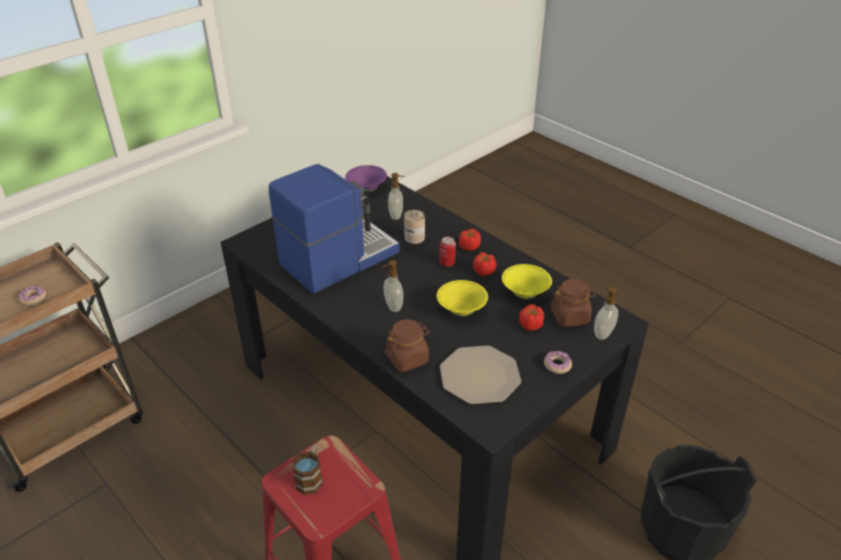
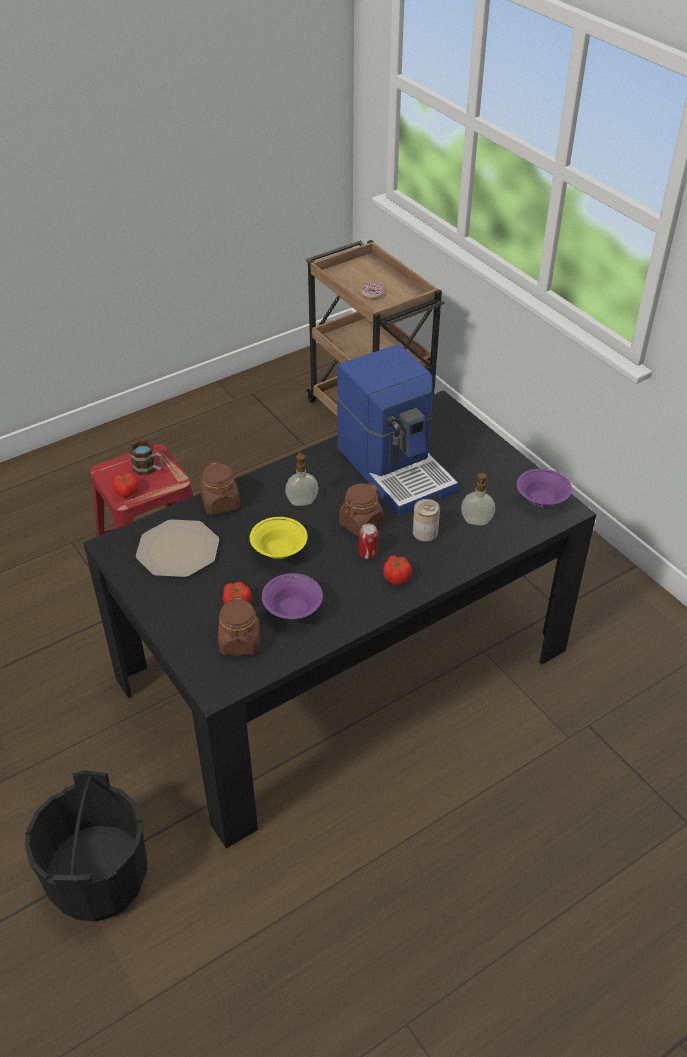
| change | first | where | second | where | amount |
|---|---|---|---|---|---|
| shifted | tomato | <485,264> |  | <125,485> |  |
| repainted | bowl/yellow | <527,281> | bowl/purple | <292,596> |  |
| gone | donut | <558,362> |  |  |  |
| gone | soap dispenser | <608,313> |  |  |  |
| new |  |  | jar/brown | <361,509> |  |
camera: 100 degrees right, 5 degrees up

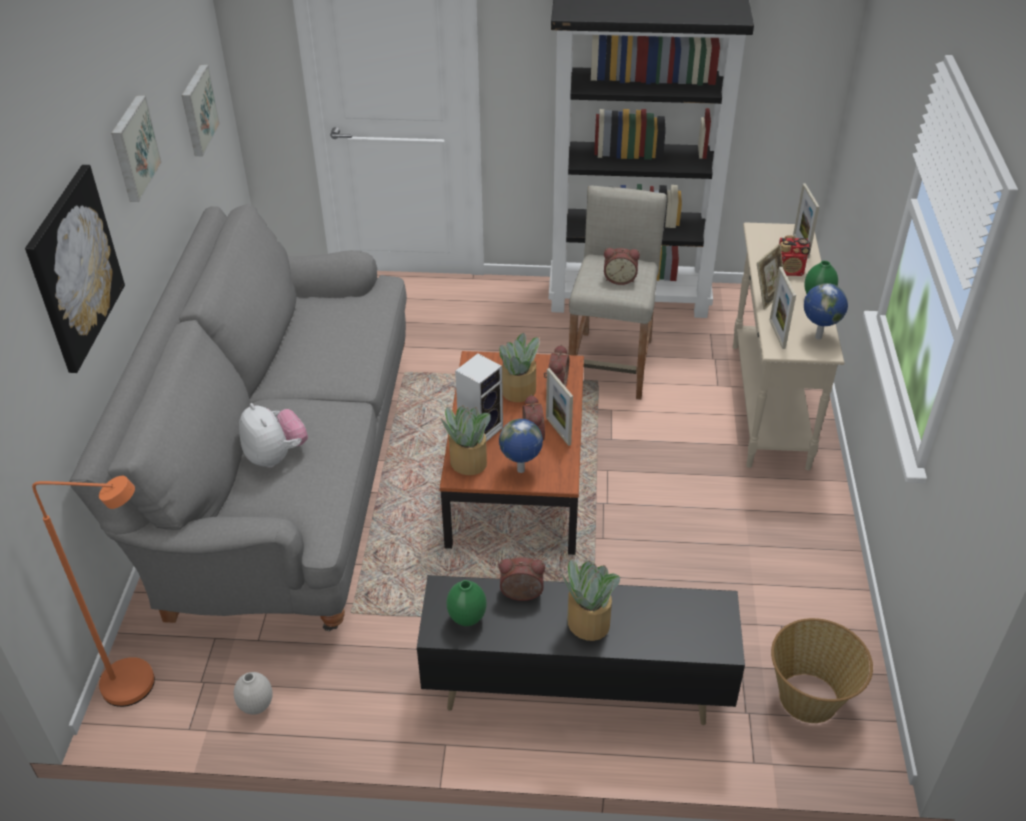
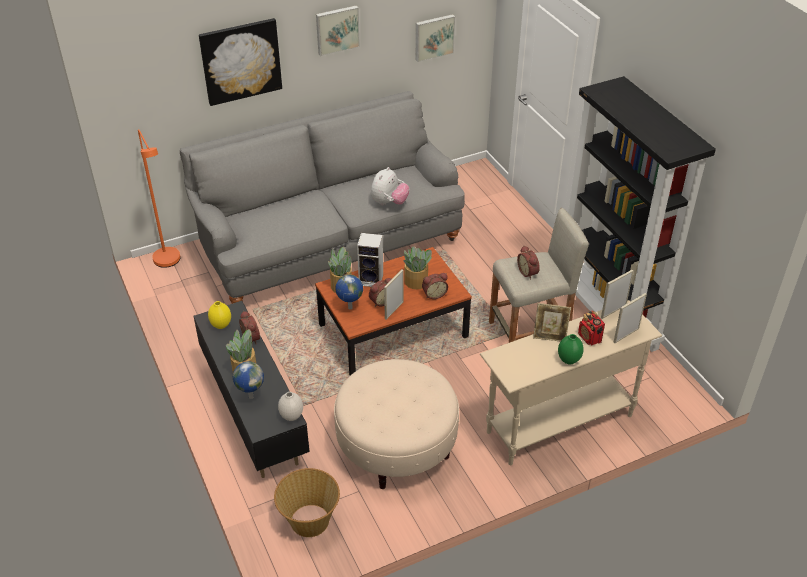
| change | first | where | second | where | amount |
|---|---|---|---|---|---|
| shifted | vase/white | <253,693> |  | <290,406> |  |
| shifted | plush toy | <273,435> |  | <390,186> |  |
| repainted | vase/green | <466,603> | vase/yellow | <219,315> |  |
| shifted | picture frame | <783,308> |  | <617,294> |  |
| shifted | globe | <826,311> |  | <248,380> |  |
| new |  |  | ottoman/beige | <396,424> |  |
camera: 60 degrees right, 0 degrees up

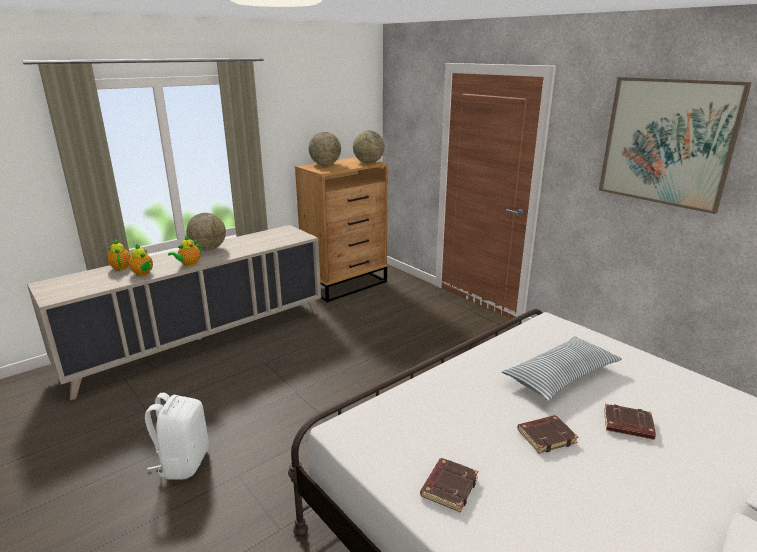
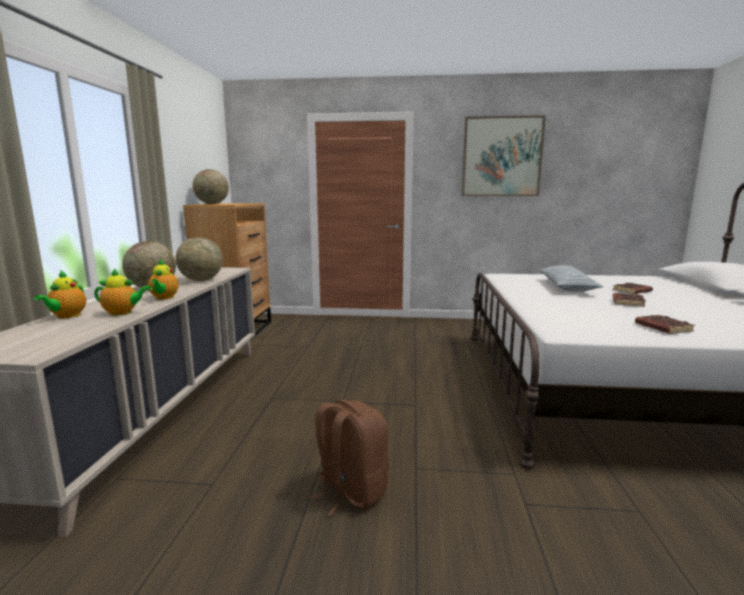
| change | first | where | second | where | amount |
|---|---|---|---|---|---|
| rotated | teapot | <119,255> |  | <60,294> | 105 degrees counterclockwise |
| repainted | backpack/white | <177,436> | backpack/brown | <349,457> |  |
| shifted | globe | <369,146> |  | <199,259> |  |
camera: 45 degrees left, 10 degrees down

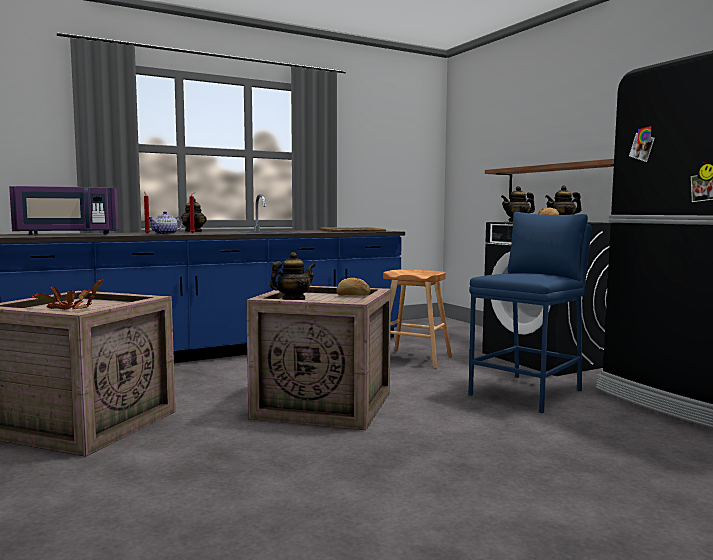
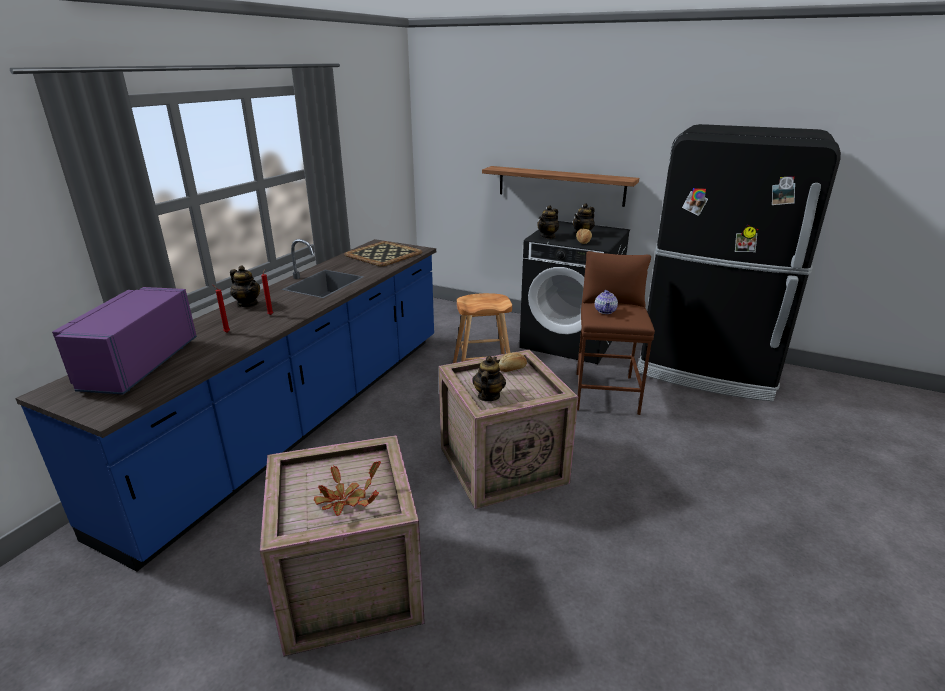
| change | first | where | second | where | amount |
|---|---|---|---|---|---|
| rotated | microwave/purple | <64,210> |  | <124,341> | 150 degrees clockwise |
| shifted | teapot | <165,223> |  | <606,302> |  |
| repainted | stool/blue | <529,312> | stool/brown | <615,333> |  |
camera: 35 degrees left, 20 degrees up

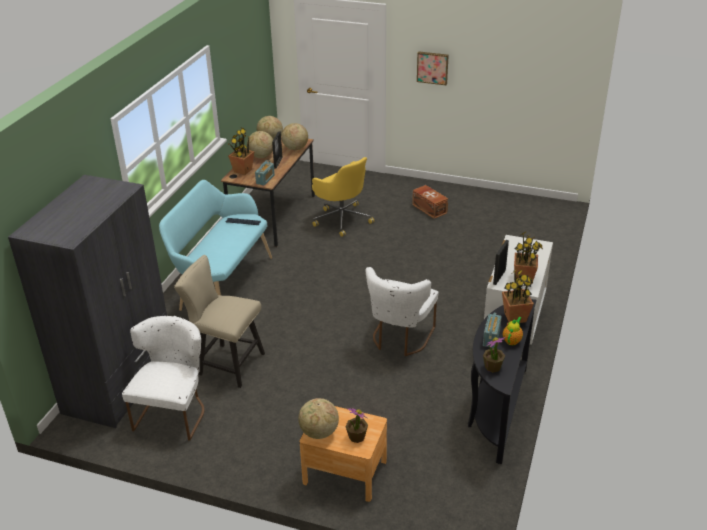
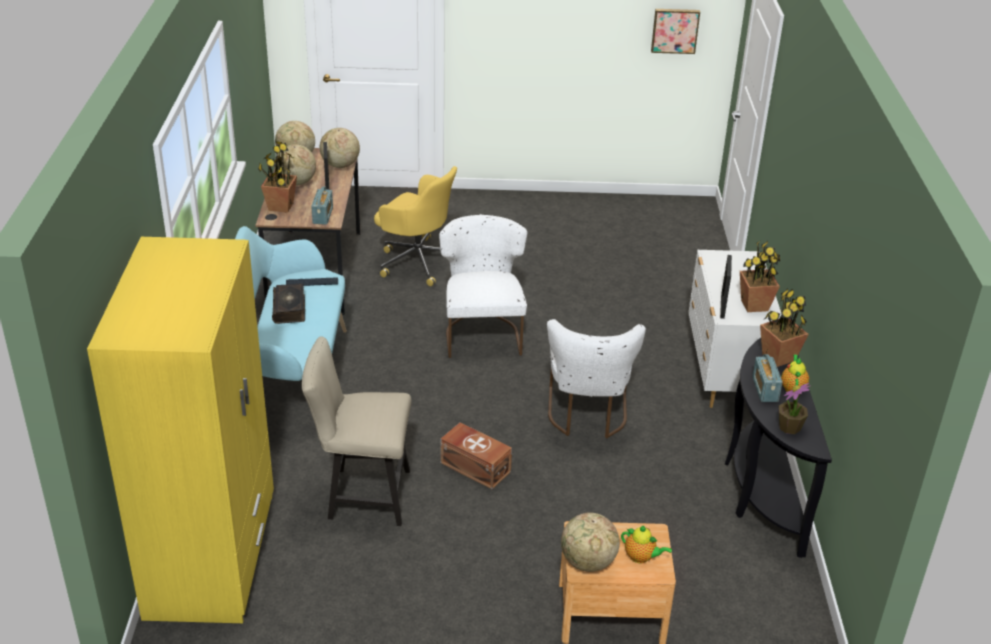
| change | first | where | second | where | amount |
|---|---|---|---|---|---|
| repainted | wardrobe/grey | <87,301> | wardrobe/yellow | <180,430> |  |
| shifted | chair/white | <163,378> |  | <483,286> |  |
| swapped | potted plant | <356,425> | teapot | <646,544> |  |
| shifted | storage box/brown | <430,202> |  | <476,455> |  |
| shifted | picture | <433,68> |  | <675,31> |  |
| new |  |  | book | <288,303> |  |
camera: 20 degrees left, 0 degrees up

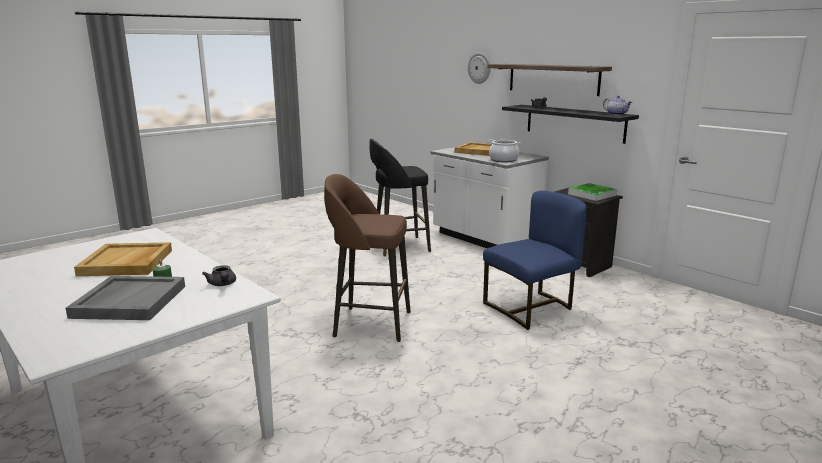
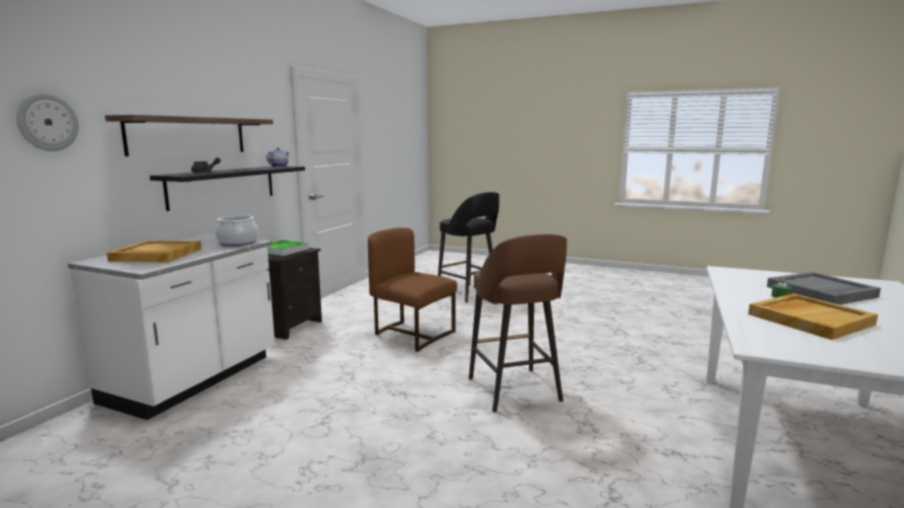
| change | first | where | second | where | amount |
|---|---|---|---|---|---|
| gone | teapot/grey | <219,275> |  |  |  |
| shifted | stool/black | <400,197> |  | <468,247> |  |
| repainted | chair/blue | <534,260> | chair/brown | <412,290> |  |
camera: 115 degrees left, 5 degrees down

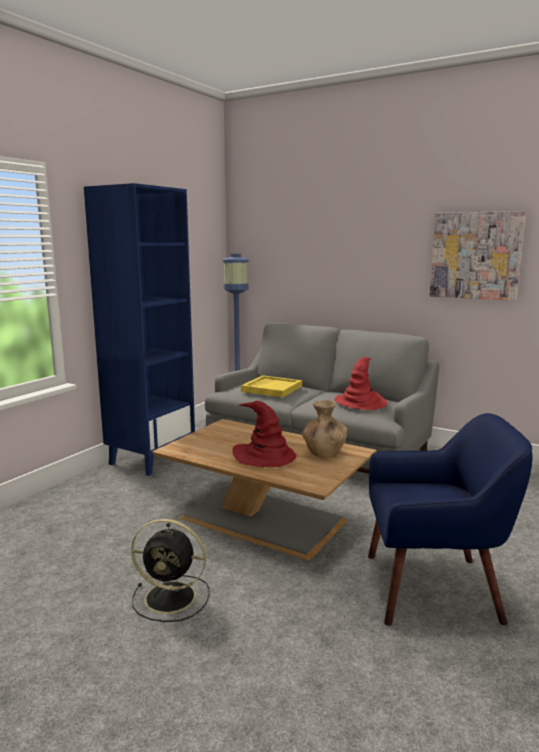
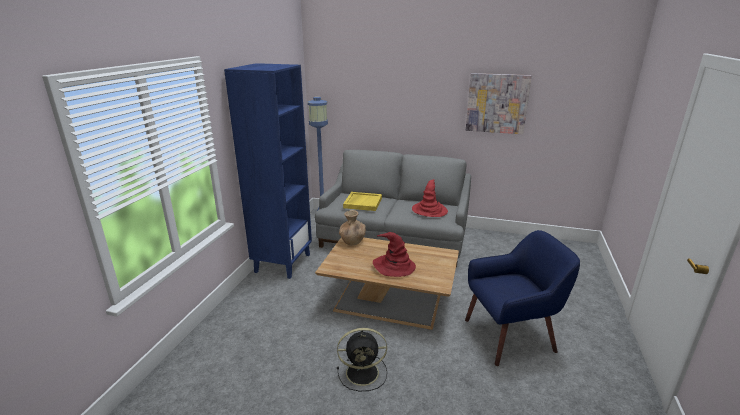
| change | first | where | second | where | amount |
|---|---|---|---|---|---|
| shifted | vase/brown | <324,428> |  | <352,228> |  |
camera: 15 degrees left, 10 degrees up

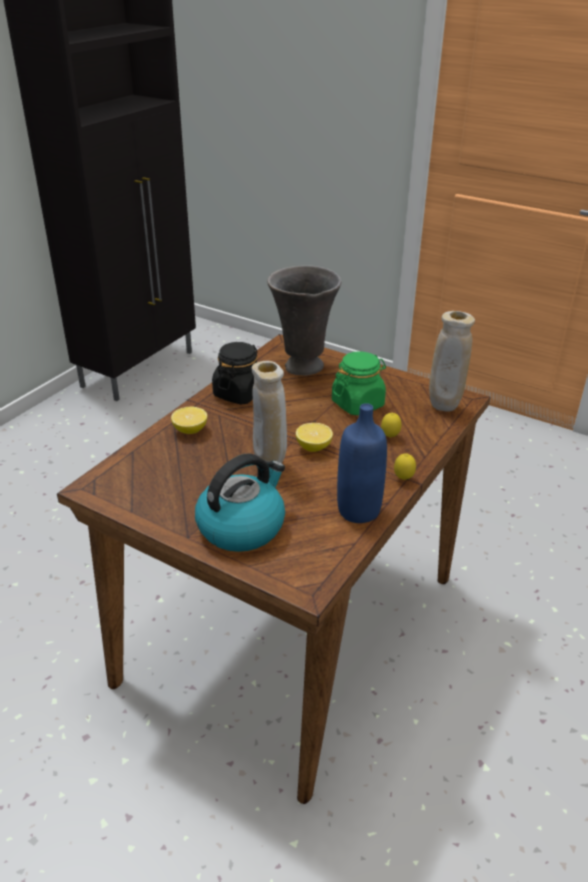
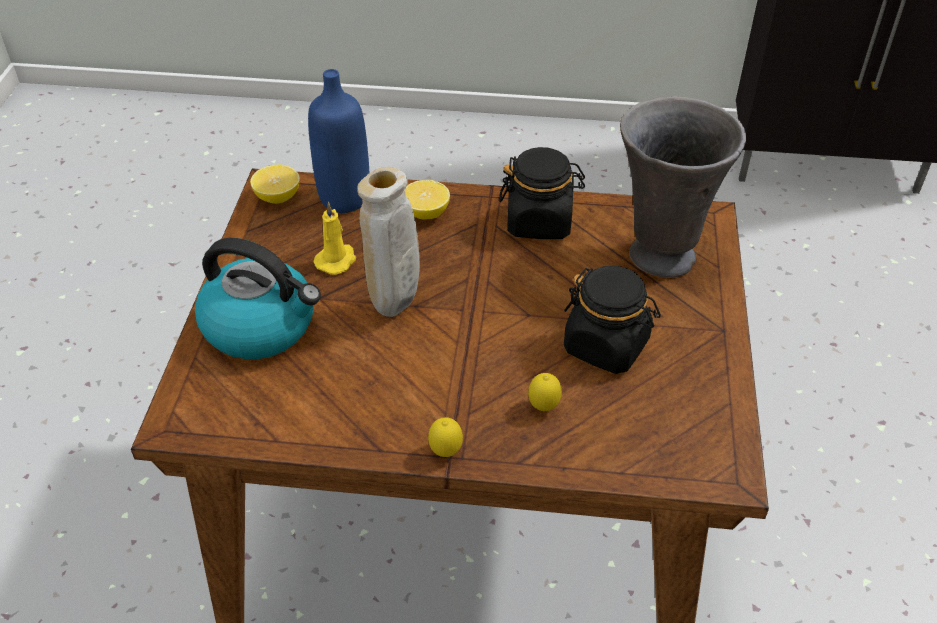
| change | first | where | second | where | amount |
|---|---|---|---|---|---|
| shifted | lemon | <314,437> |  | <275,184> |  |
| repainted | jar/green | <359,383> | jar/black | <612,320> |  |
| shifted | bottle/blue | <362,463> |  | <338,141> |  |
| gone | vase/beige | <452,361> |  |  |  |
| new |  |  | candle/yellow | <335,238> |  |
camera: 65 degrees right, 10 degrees up

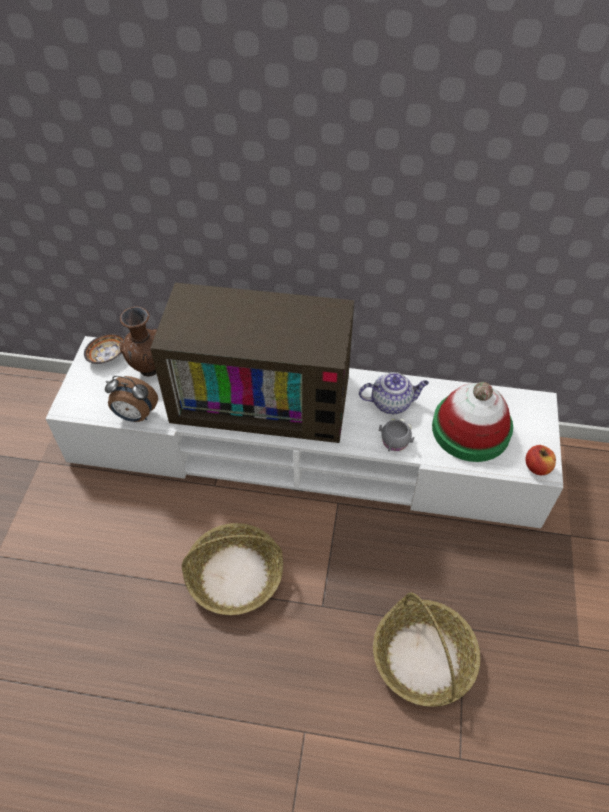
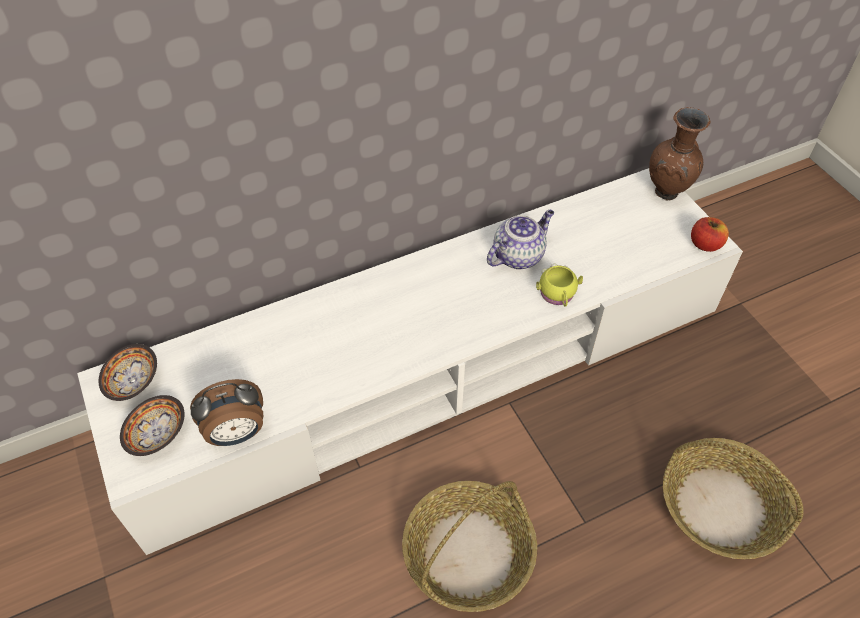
| change | first | where | second | where | amount |
|---|---|---|---|---|---|
| shifted | vase/brown | <138,342> |  | <679,154> |  |
| gone | television | <252,363> |  |  |  |
| repainted | mug/grey | <396,435> | mug/yellow | <559,285> |  |
| gone | hat | <472,422> |  |  |  |
| new |  |  | bowl | <152,425> |  |
camera: 35 degrees left, 0 degrees up

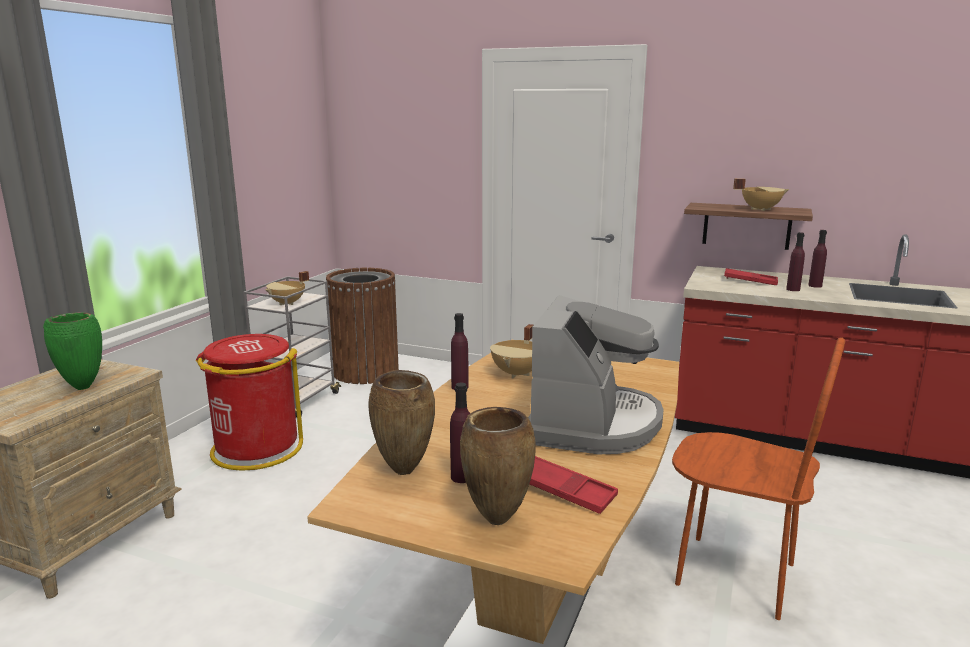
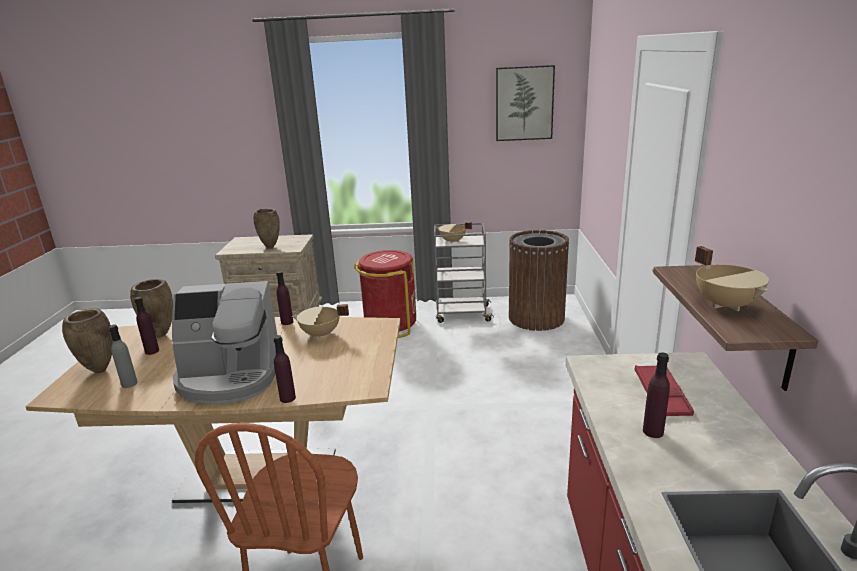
| change | first | where | second | where | amount |
|---|---|---|---|---|---|
| repainted | vase/green | <72,351> | vase/brown | <266,228> |  |
| swapped | tray/red | <573,485> | bottle/grey | <123,356> |  |
| shifted | bottle/purple | <817,259> |  | <284,369> |  |
| new |  |  | picture | <525,103> |  |
camera: 70 degrees right, 5 degrees up

